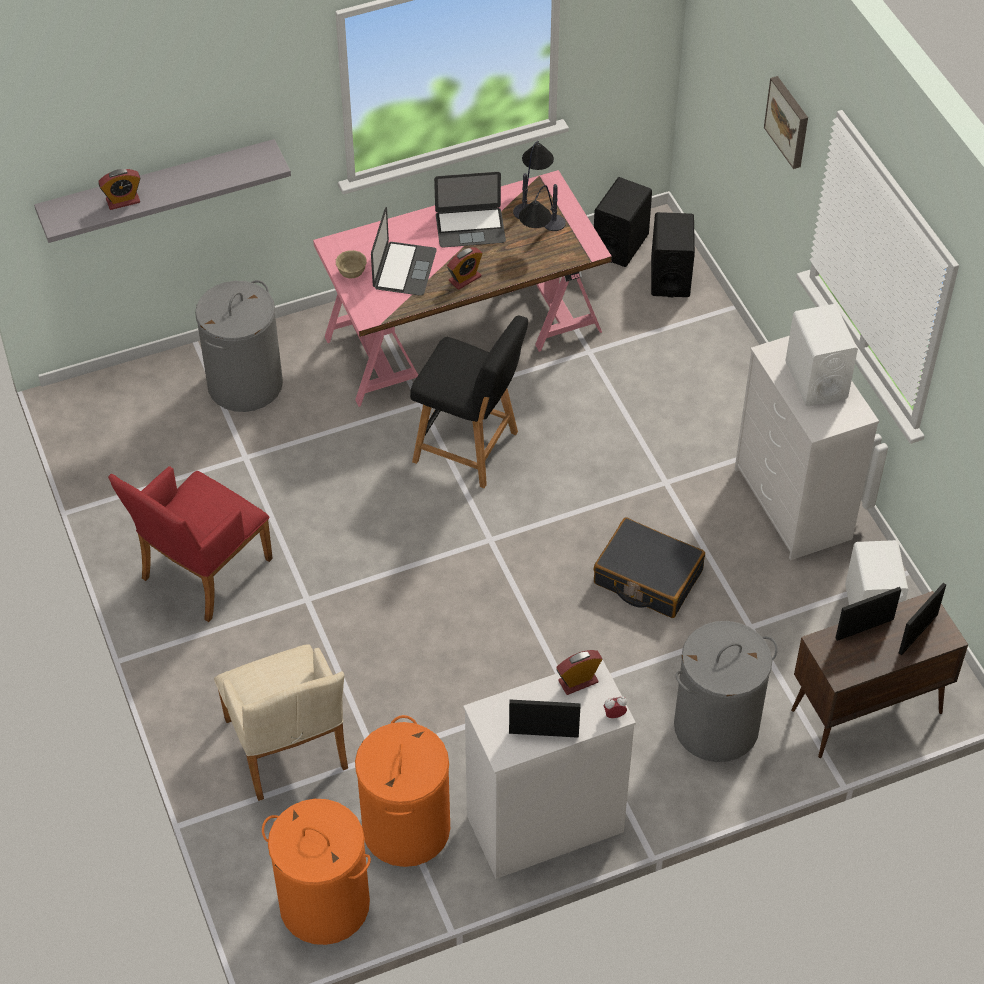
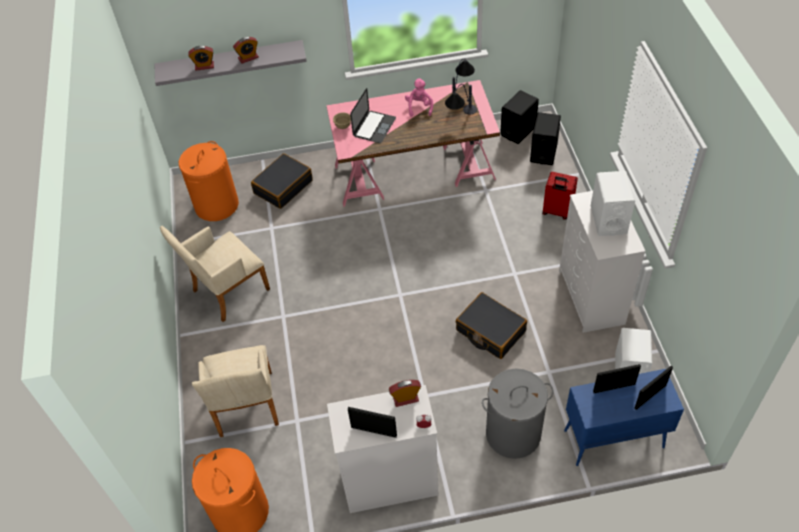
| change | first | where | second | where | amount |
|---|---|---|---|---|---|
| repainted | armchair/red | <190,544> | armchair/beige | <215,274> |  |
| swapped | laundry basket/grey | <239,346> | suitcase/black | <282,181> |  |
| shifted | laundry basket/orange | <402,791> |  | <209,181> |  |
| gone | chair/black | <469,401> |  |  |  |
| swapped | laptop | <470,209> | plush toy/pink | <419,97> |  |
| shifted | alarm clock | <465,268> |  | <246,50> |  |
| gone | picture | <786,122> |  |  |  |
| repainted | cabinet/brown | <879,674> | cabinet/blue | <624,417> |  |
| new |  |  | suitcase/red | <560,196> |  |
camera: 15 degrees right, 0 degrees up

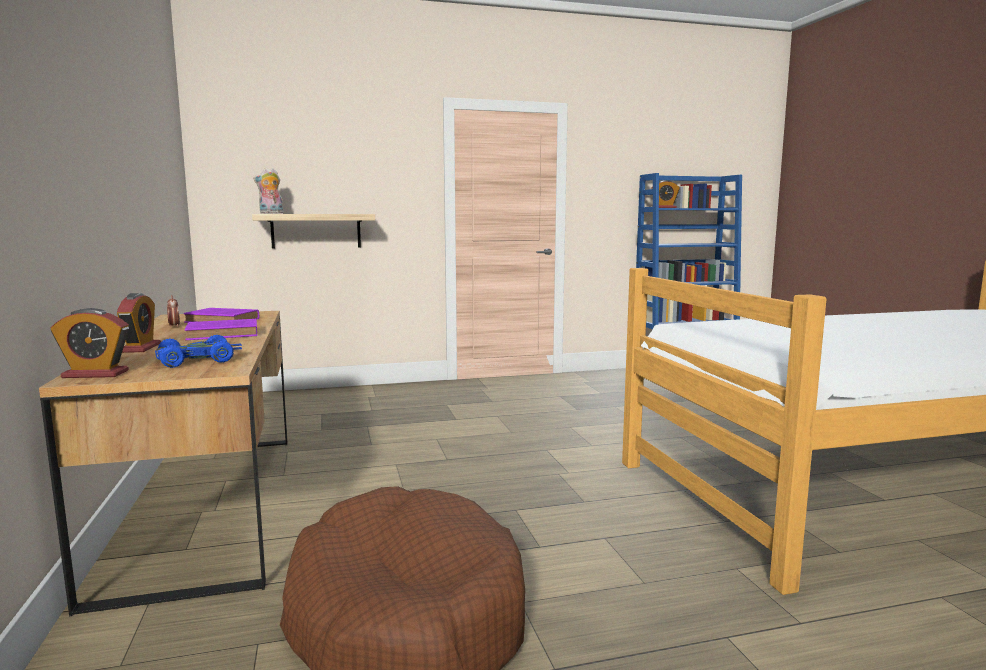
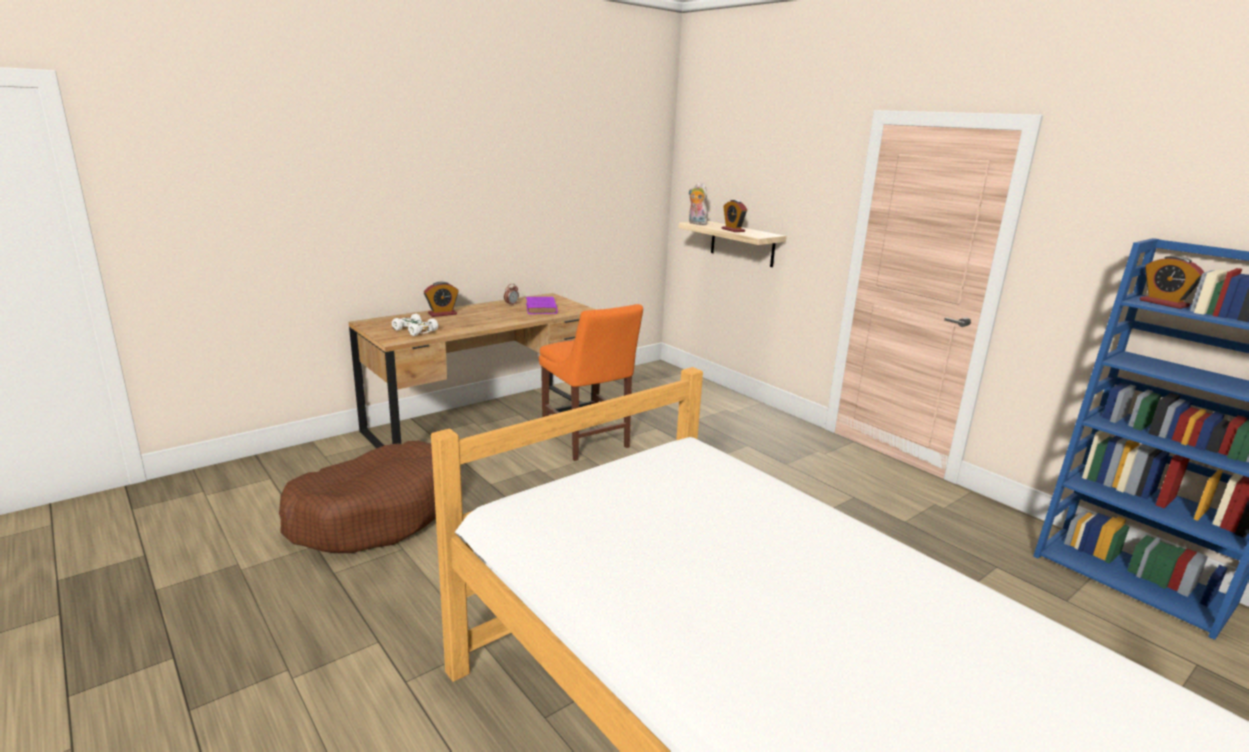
| change | first | where | second | where | amount |
|---|---|---|---|---|---|
| shifted | alarm clock | <90,343> |  | <734,216> |  |
| repainted | toy car/blue | <198,351> | toy car/white | <415,325> |  |
| gone | book/purple | <221,329> |  |  |  |
| new |  |  | chair/orange | <591,382> |  |
camera: 65 degrees right, 10 degrees up

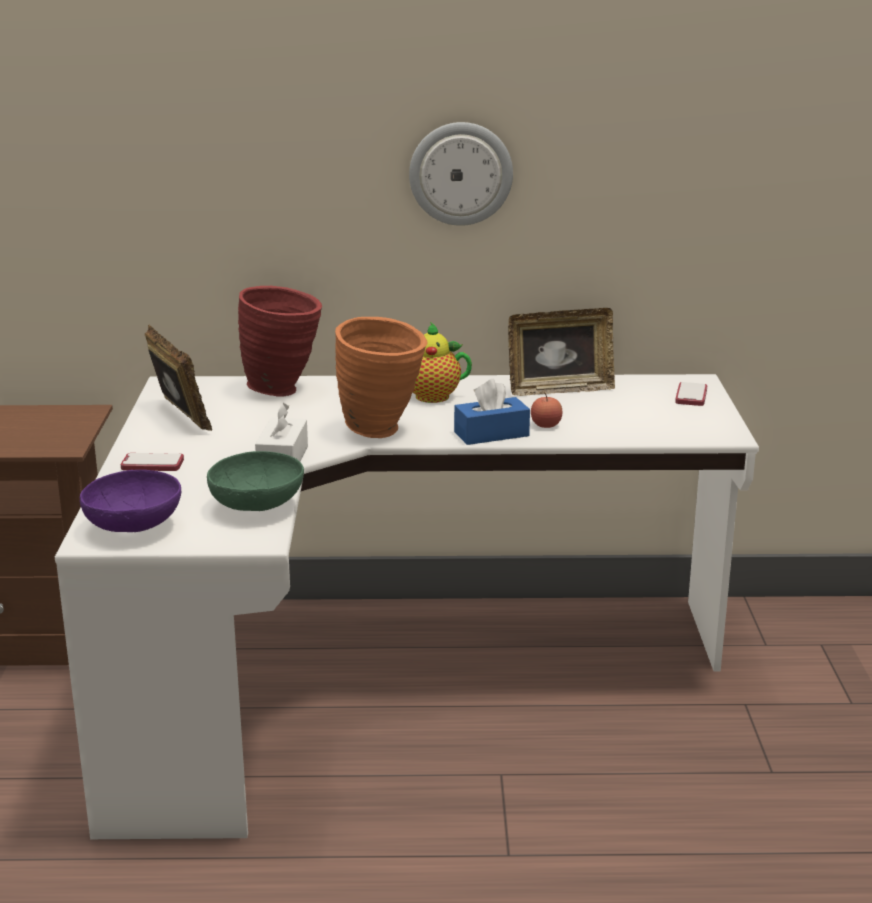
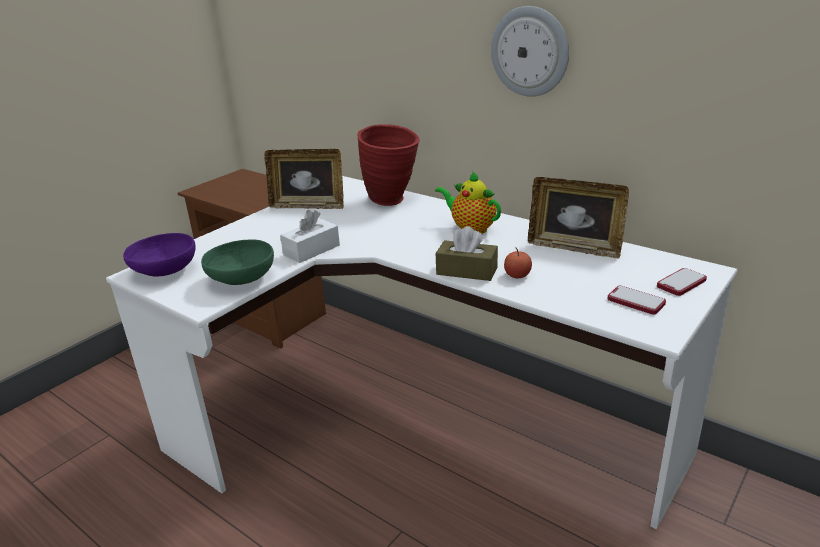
| change | first | where | second | where | amount |
|---|---|---|---|---|---|
| shifted | phone | <152,462> |  | <636,300> |  |
| rotated | picture frame | <178,377> |  | <304,179> | 90 degrees clockwise |
| gone | vase/orange | <381,377> |  |  |  |
| repainted | tissue box/blue | <492,412> | tissue box/brown | <467,253> |  |
camera: 40 degrees right, 5 degrees up

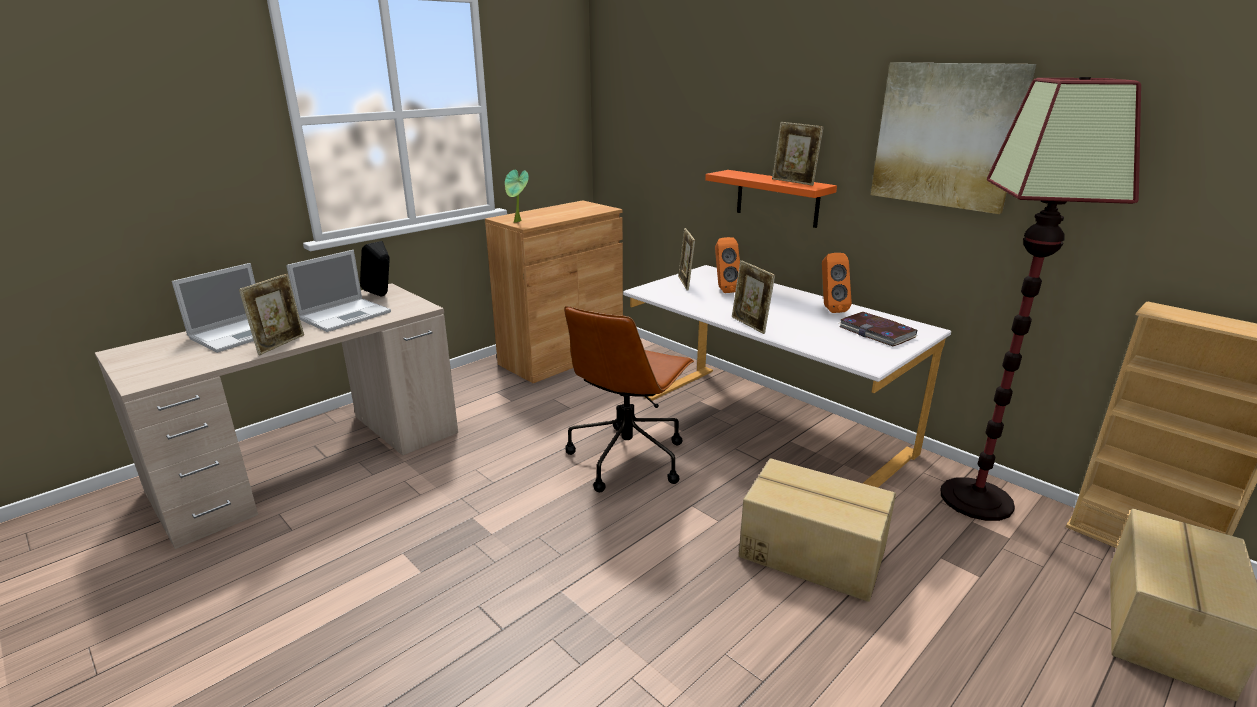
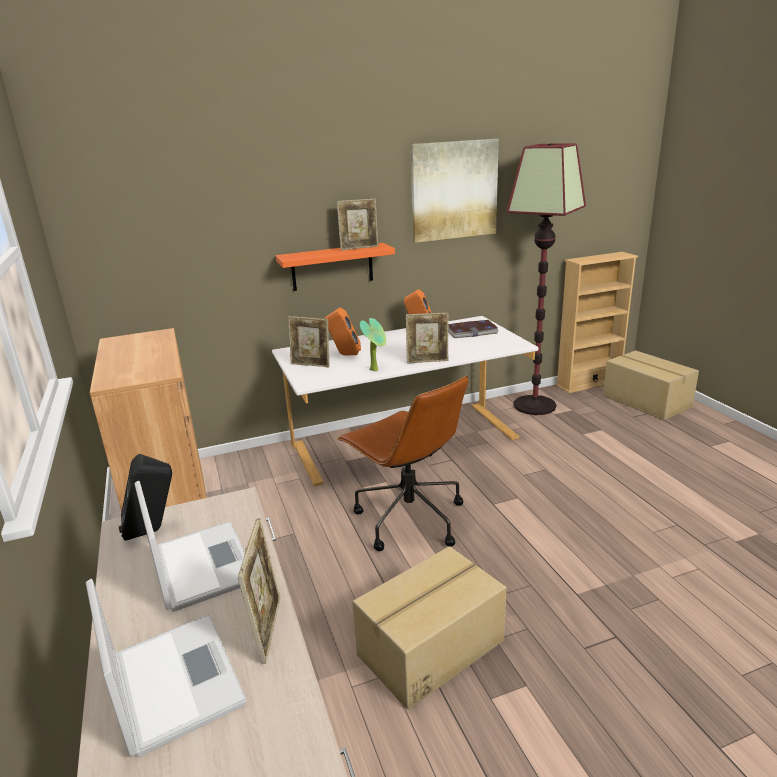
| change | first | where | second | where | amount |
|---|---|---|---|---|---|
| rotated | picture frame | <271,314> |  | <259,591> | 45 degrees clockwise |
| shifted | potted plant | <517,196> |  | <373,345> |  |
| shifted | cardboard box | <817,530> |  | <429,628> |  |
camera: 65 degrees left, 0 degrees up

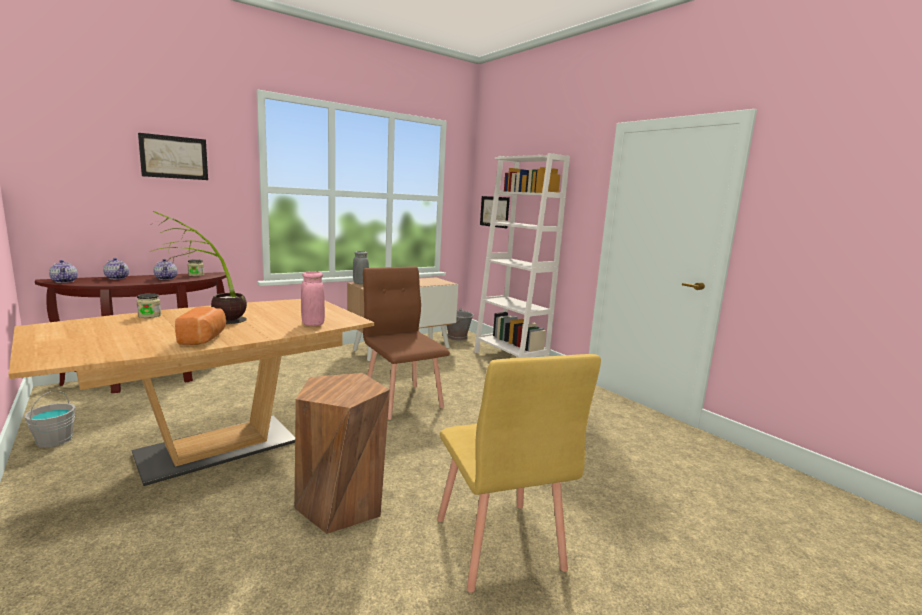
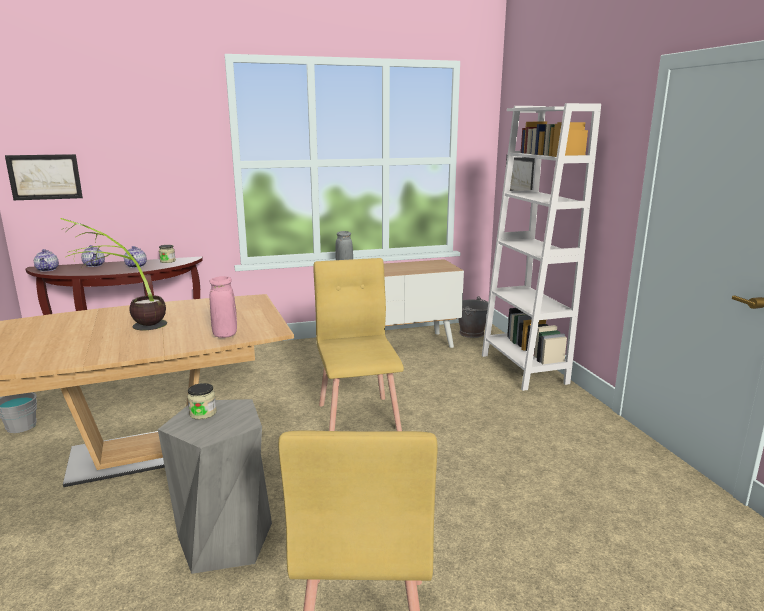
| change | first | where | second | where | amount |
|---|---|---|---|---|---|
| shifted | jar | <148,305> |  | <202,401> |  |
| shifted | picture | <173,156> |  | <44,177> |  |
| gone | bread | <200,326> |  |  |  |
| repainted | stool/brown | <342,453> | stool/grey | <215,486> |  |
| repainted | chair/brown | <406,343> | chair/yellow | <358,344> |  |
camera: 20 degrees right, 5 degrees up

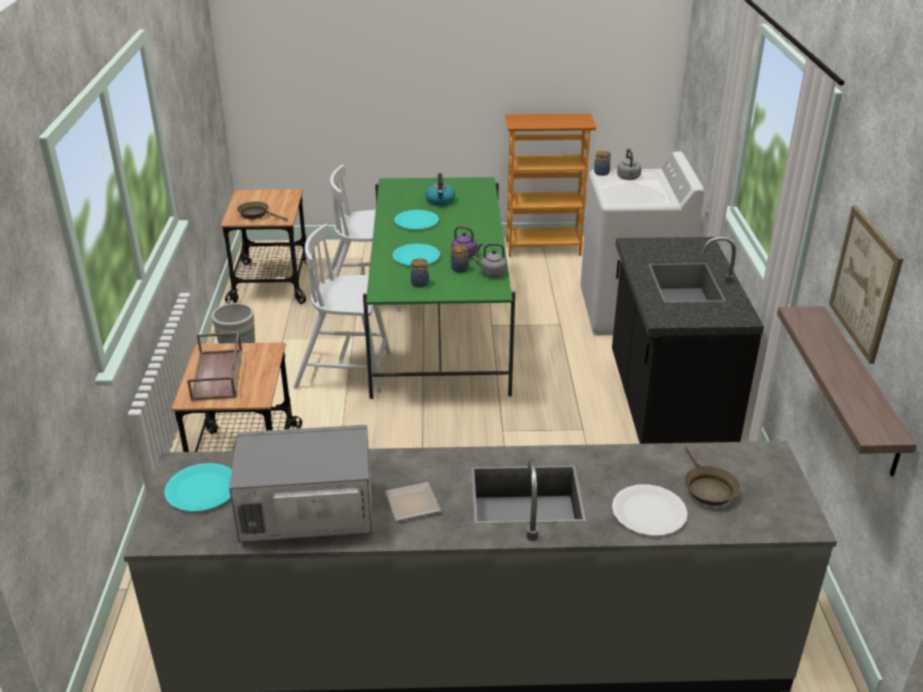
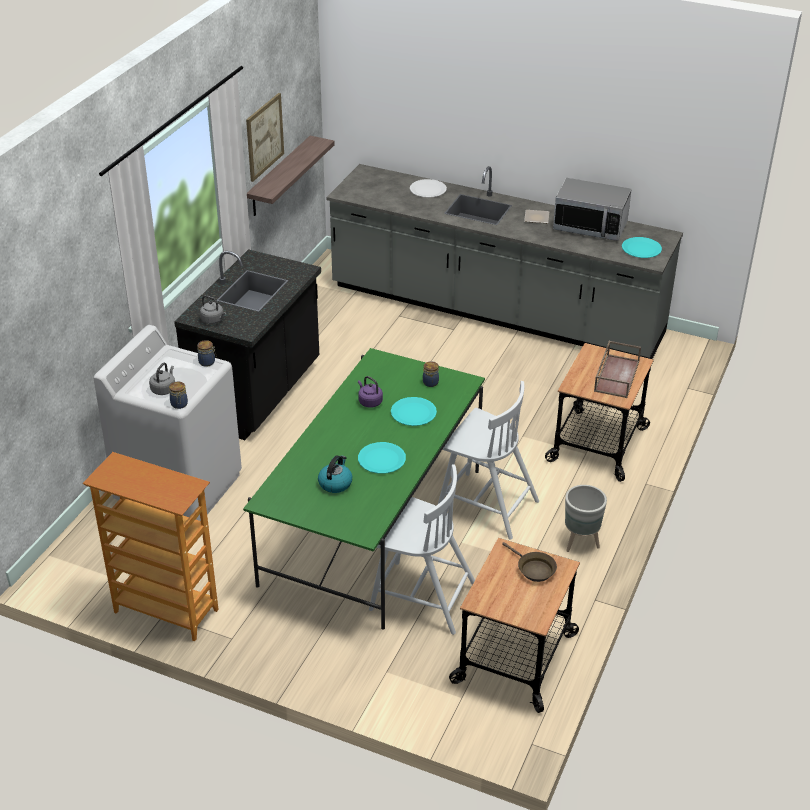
| change | first | where | second | where | amount |
|---|---|---|---|---|---|
| shifted | jar | <459,259> |  | <206,353> |  |
| shifted | kettle/grey | <490,260> |  | <213,309> |  |
| gone | frying pan/brown | <712,476> |  |  |  |
camera: 155 degrees left, 5 degrees up

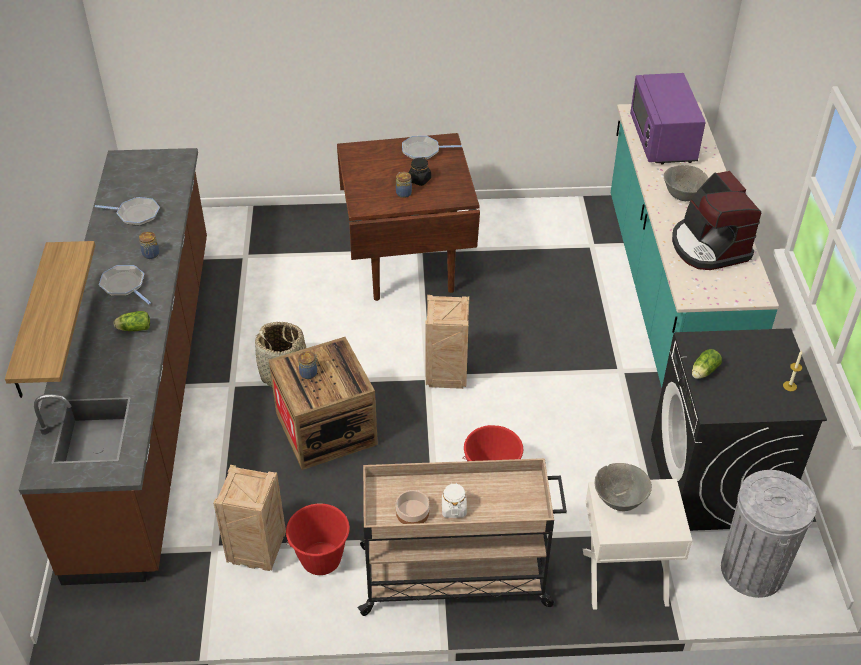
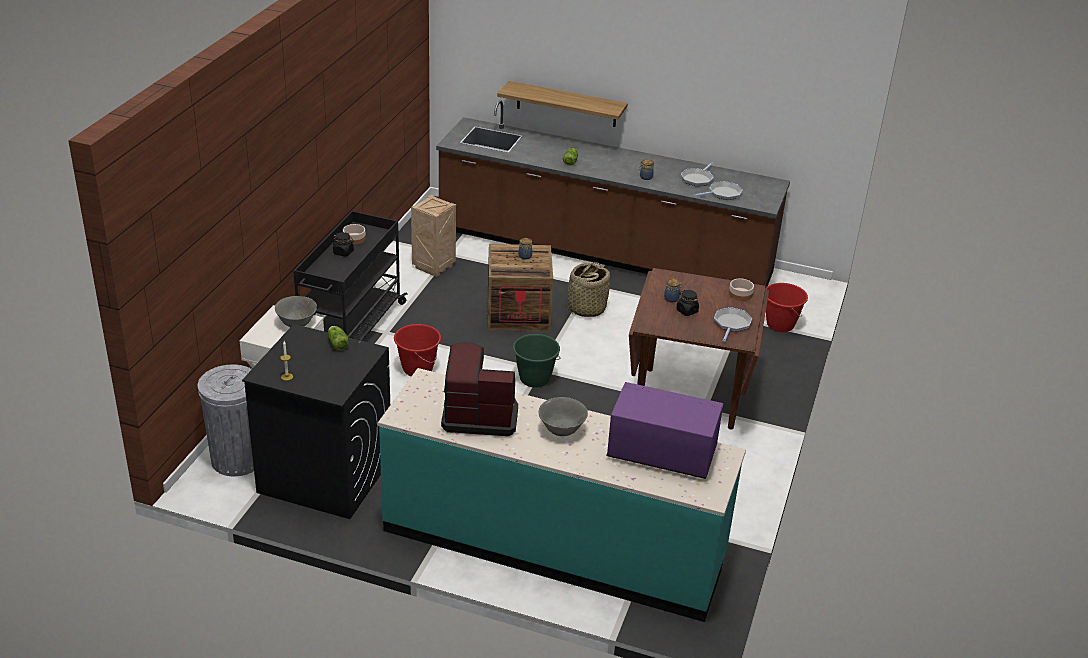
| change | first | where | second | where | amount |
|---|---|---|---|---|---|
| shifted | frying pan | <125,284> |  | <718,190> |  |
| shifted | bucket/red | <318,539> |  | <786,307> |  |
| repainted | cart/beige | <462,537> | cart/black | <350,276> |  |
| swapped | crate | <447,342> | bucket/green | <536,361> |  |
| repainted | jar/white | <454,500> | jar/black | <343,244> |  |
| new |  |  | bowl | <741,289> |  |
camera: 110 degrees right, 10 degrees down

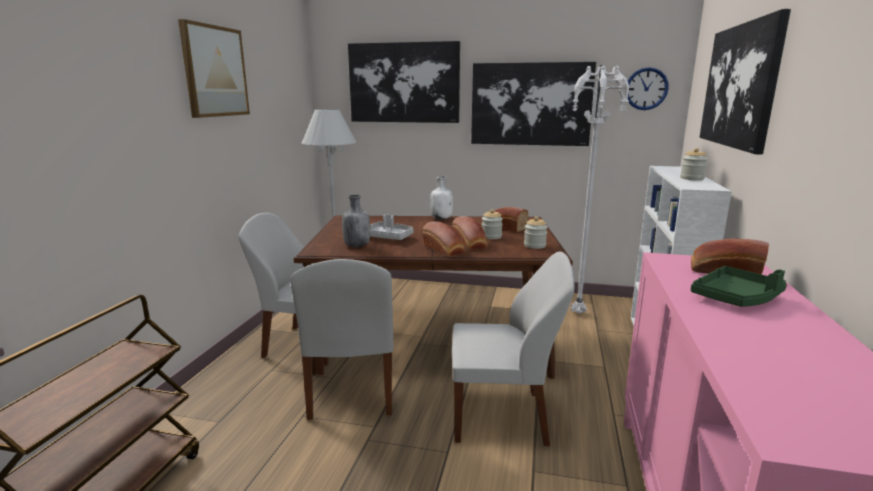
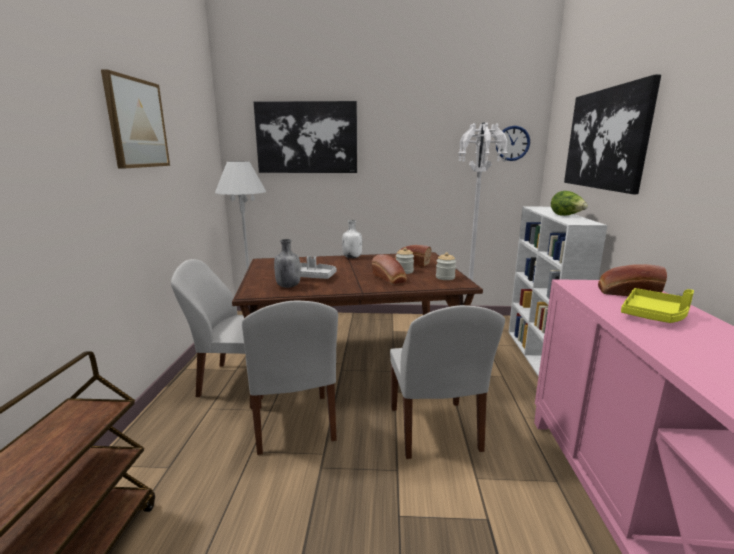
| change | first | where | second | where | amount |
|---|---|---|---|---|---|
| gone | bread | <444,239> |  |  |  |
| rotated | chair/white | <513,349> |  | <447,382> | 90 degrees clockwise |
| gone | picture | <533,104> |  |  |  |
| swapped | jar | <694,164> | lettuce | <569,203> |  |
| repainted | tray/green | <739,286> | tray/yellow | <657,305> |  |
camera: 10 degrees left, 0 degrees up

